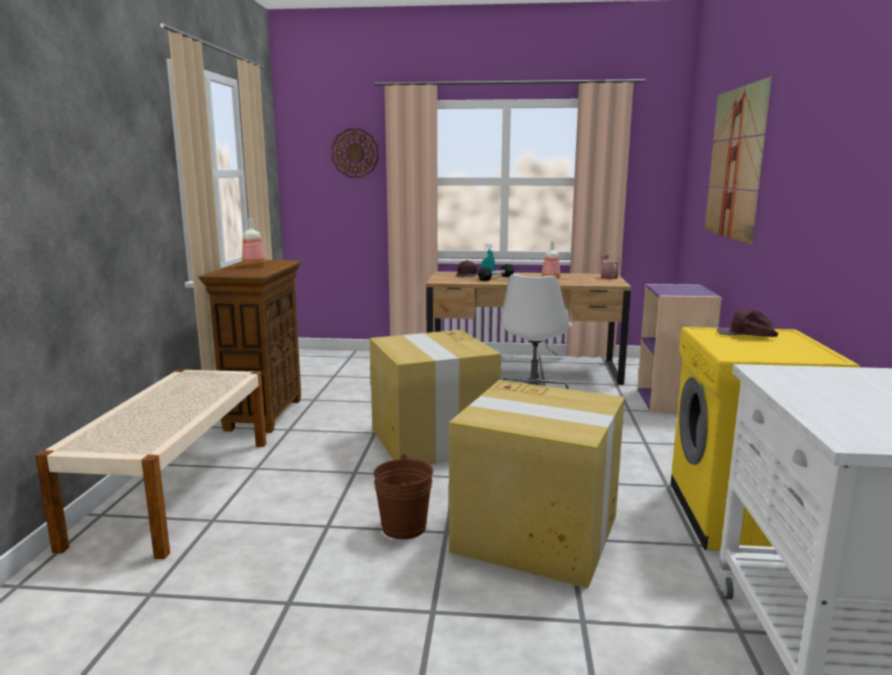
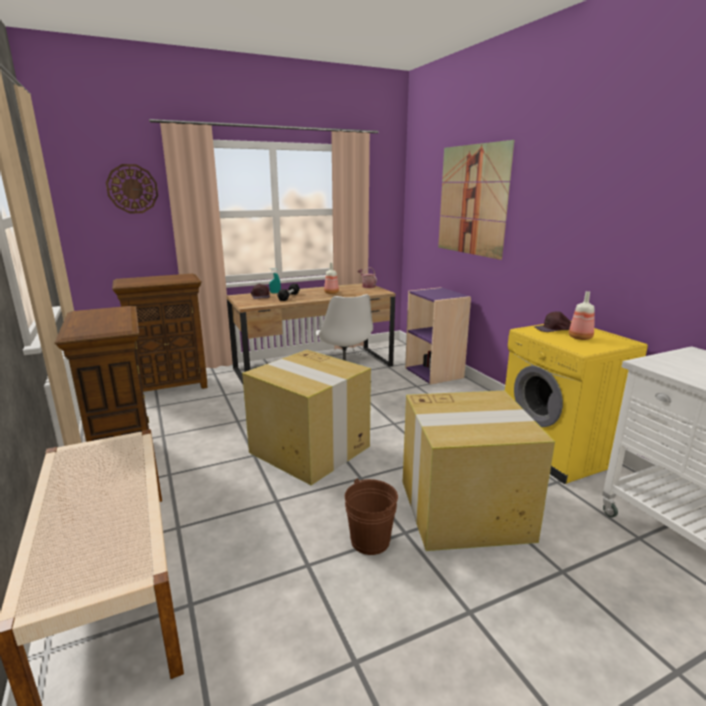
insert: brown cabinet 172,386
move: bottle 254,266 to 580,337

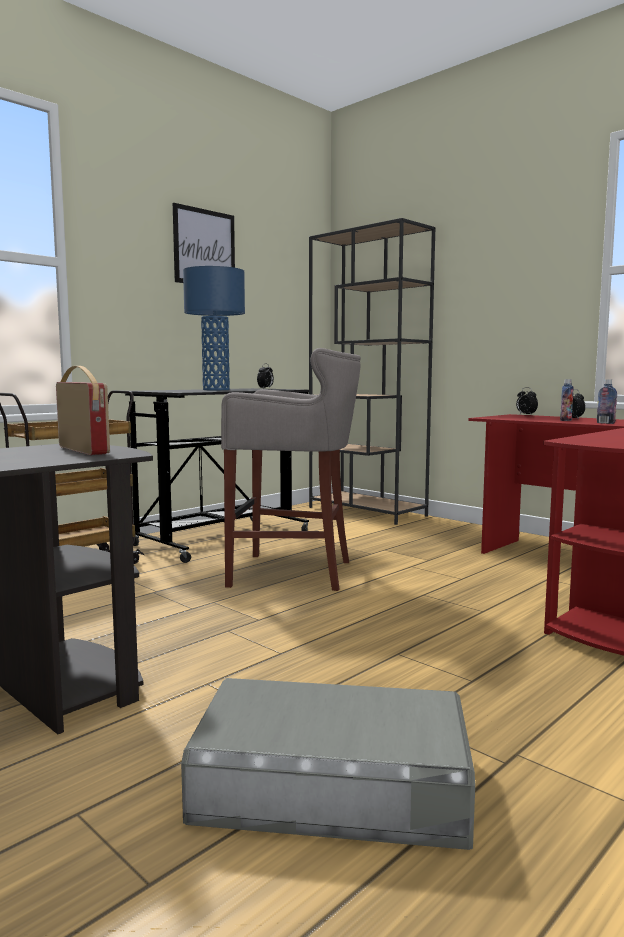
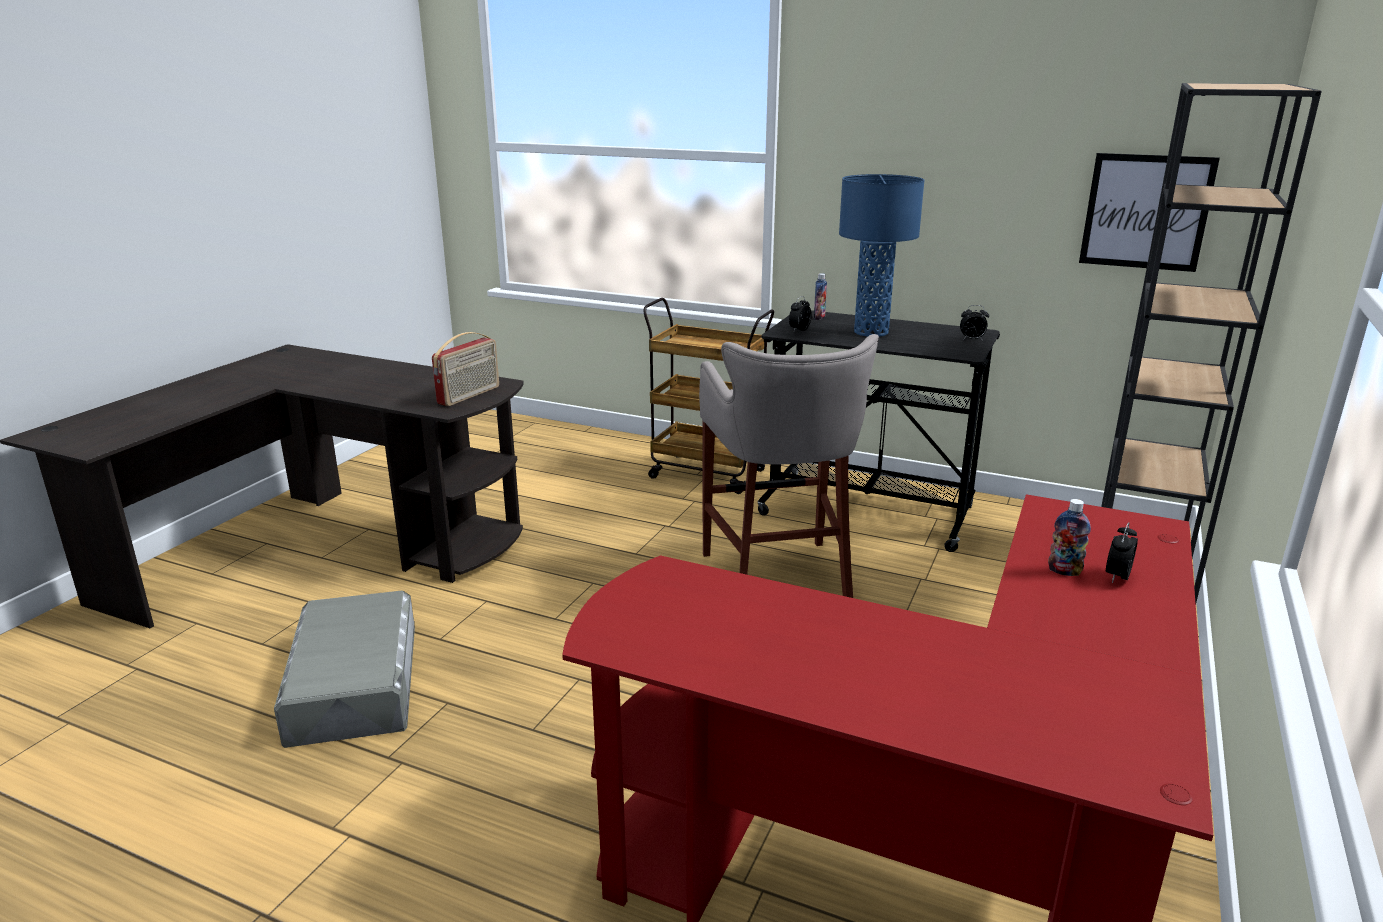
move: alarm clock 525,415 to 799,330; bottle 605,423 to 819,318; picture 204,248 to 1146,212

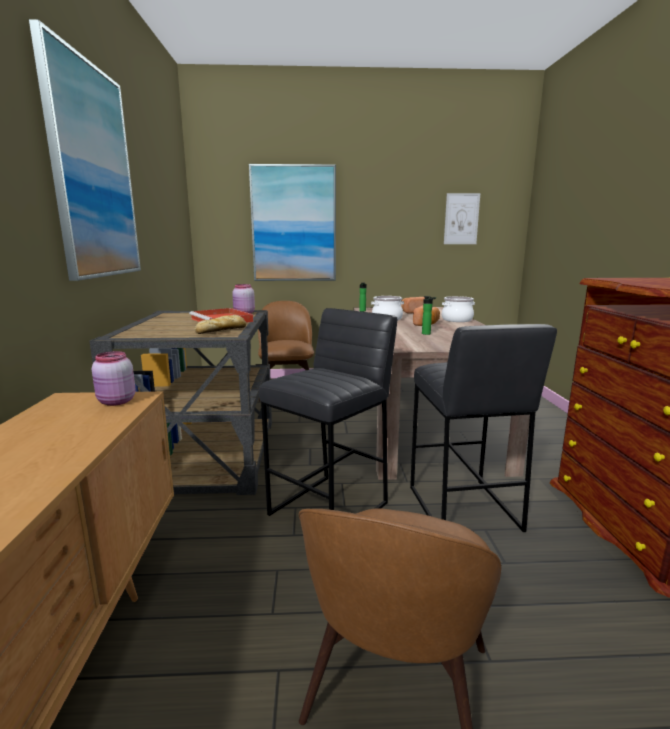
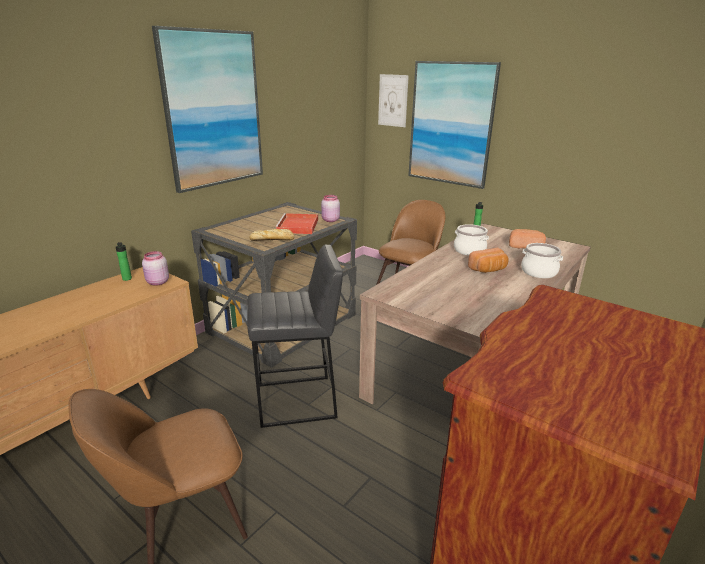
delete: grey stool 464,509
move: bottle 427,334 to 127,279; picture 461,219 to 393,100

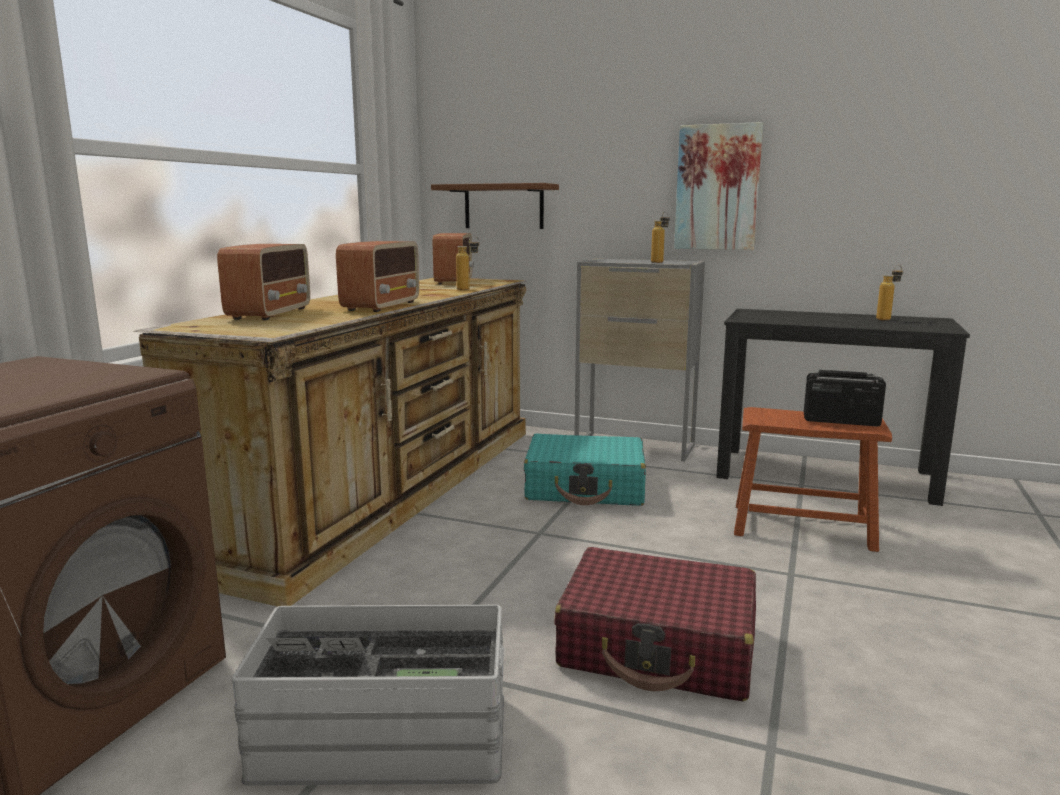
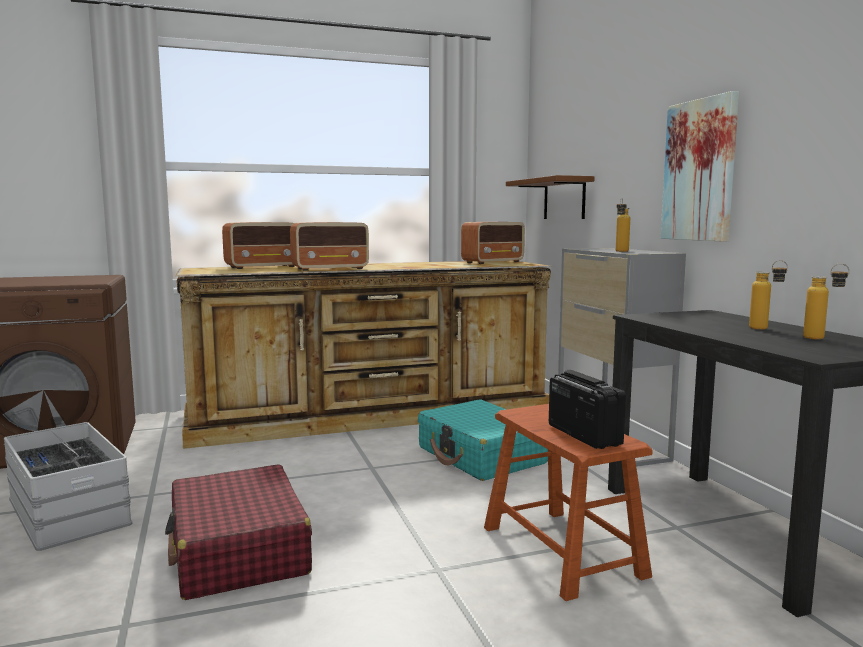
move: bottle 468,289 to 765,329

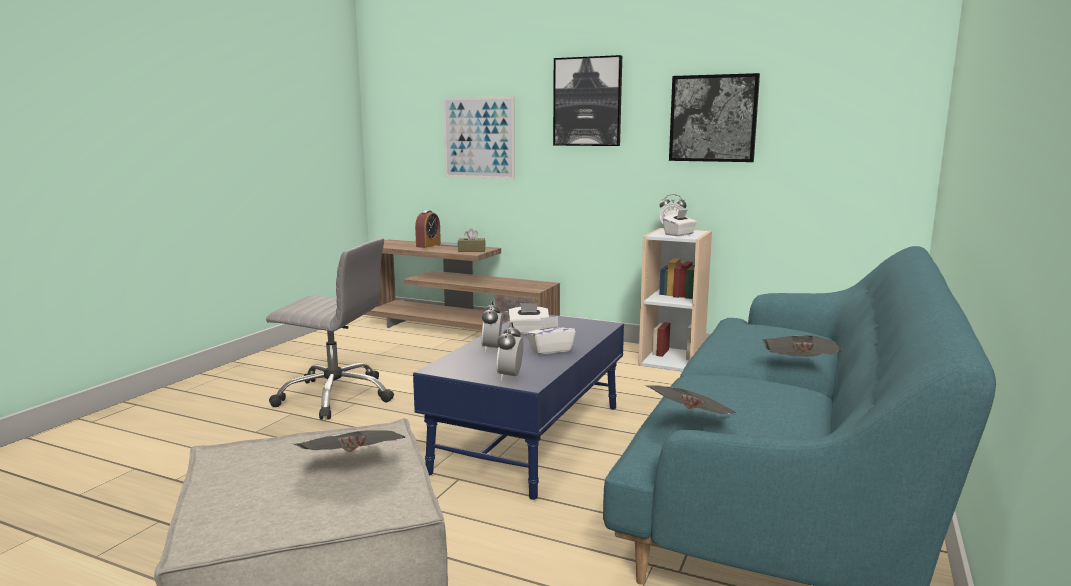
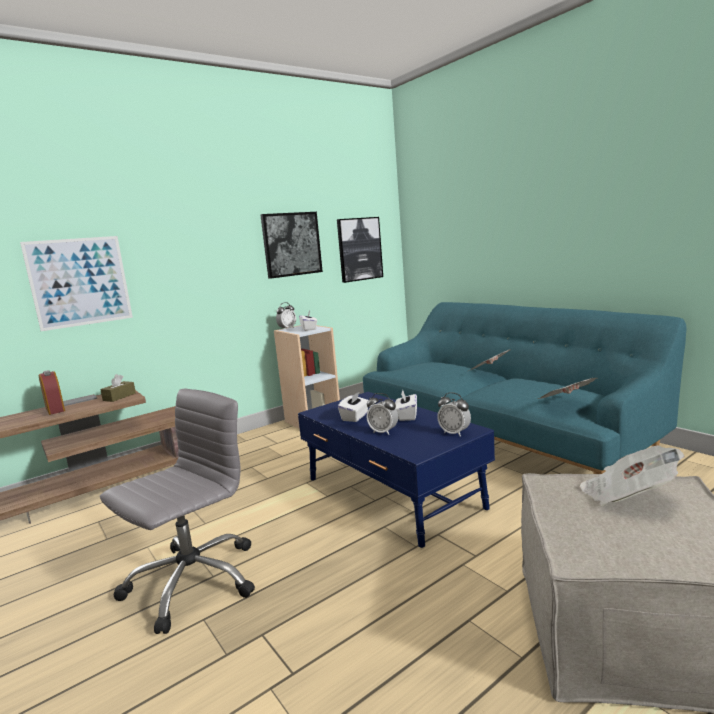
move: picture 587,102 to 359,249

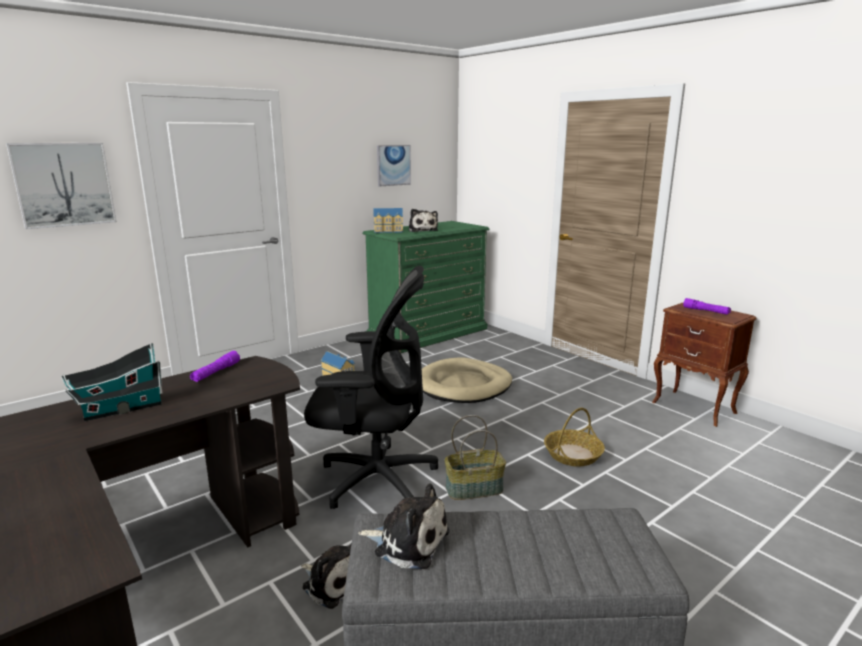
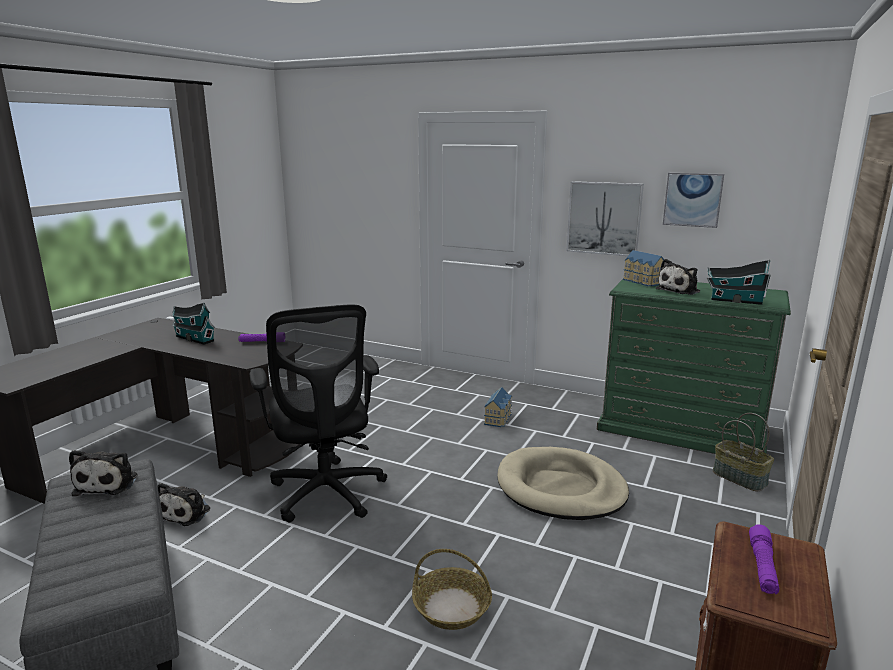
insert: toy house 734,300
move: picture 64,184 to 604,218; basket 474,488 to 740,478

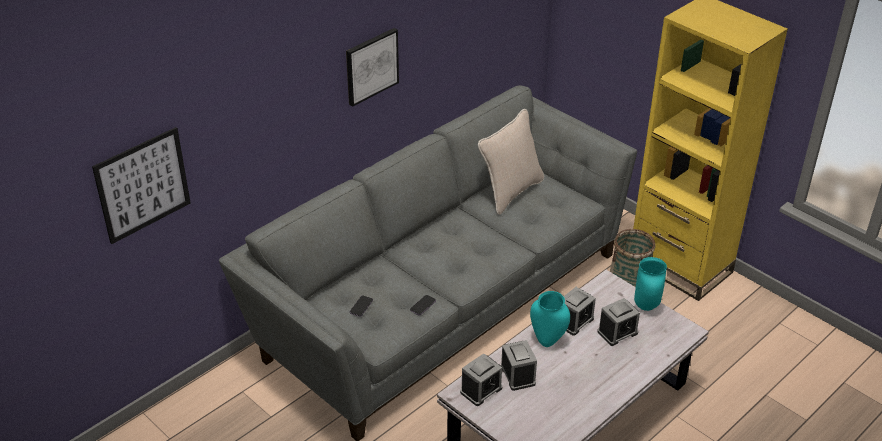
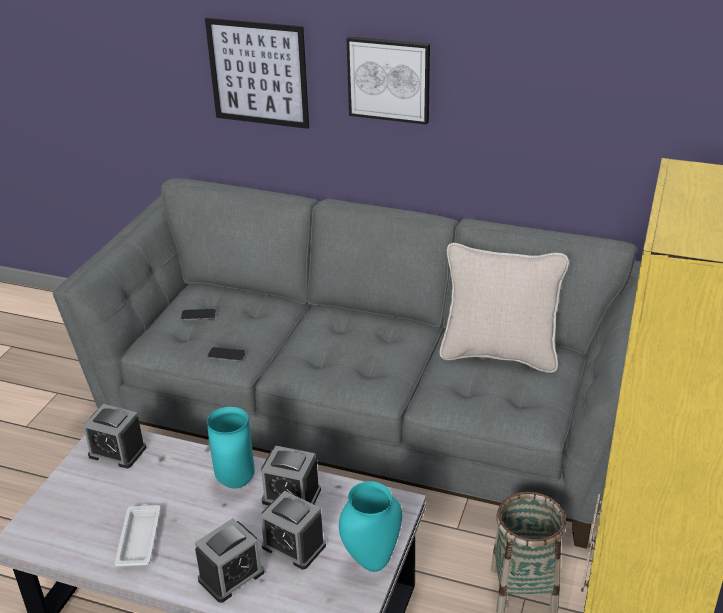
insert: white tray 139,538
move: alarm clock 518,375 to 231,576; picture 143,185 to 258,73

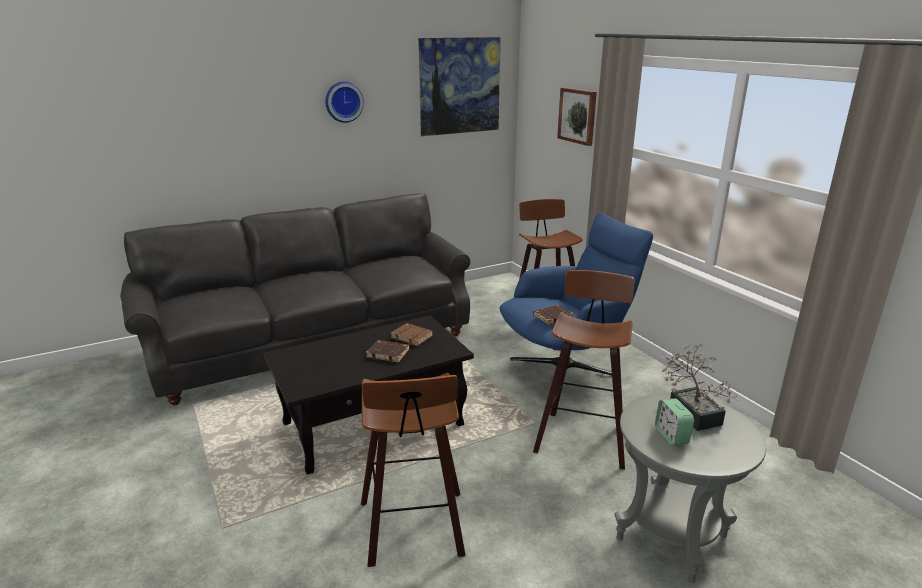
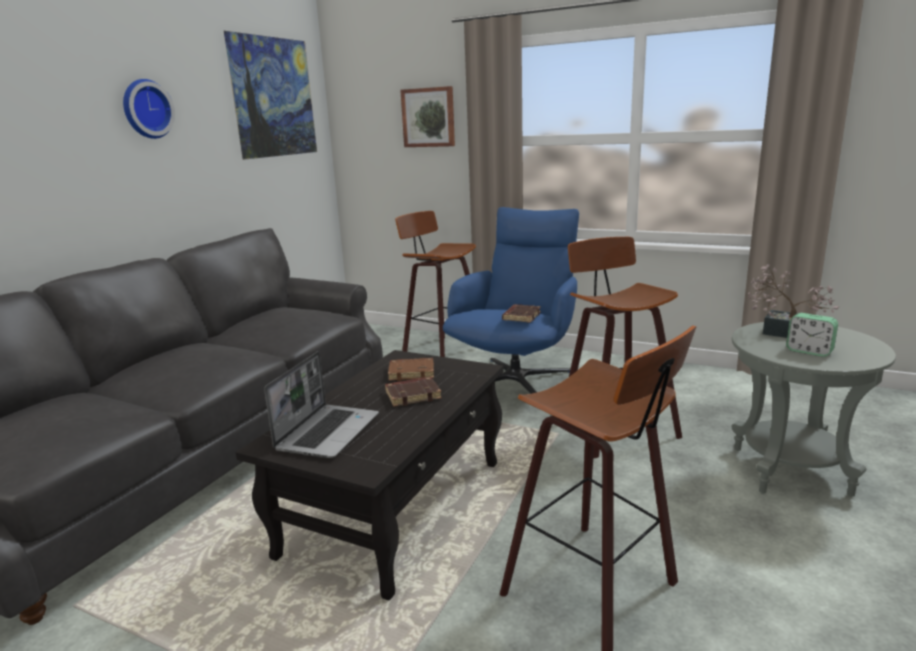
insert: laptop 328,432

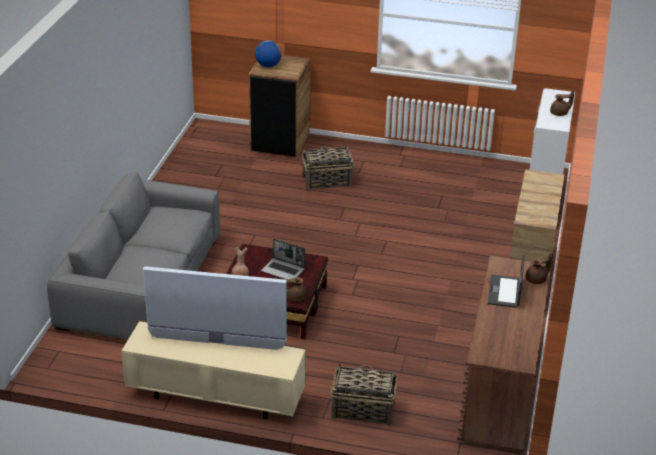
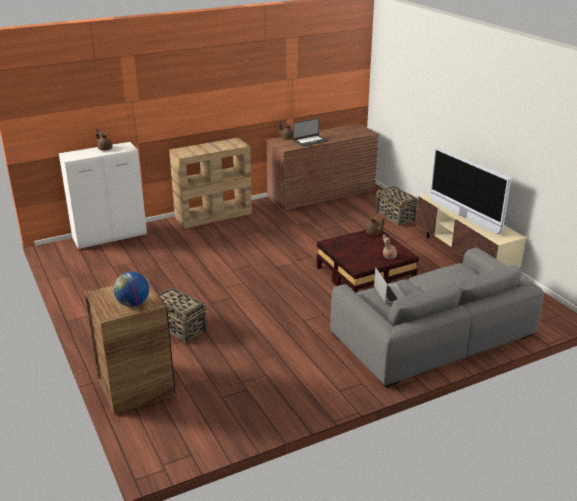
move: laptop 283,270 to 389,294

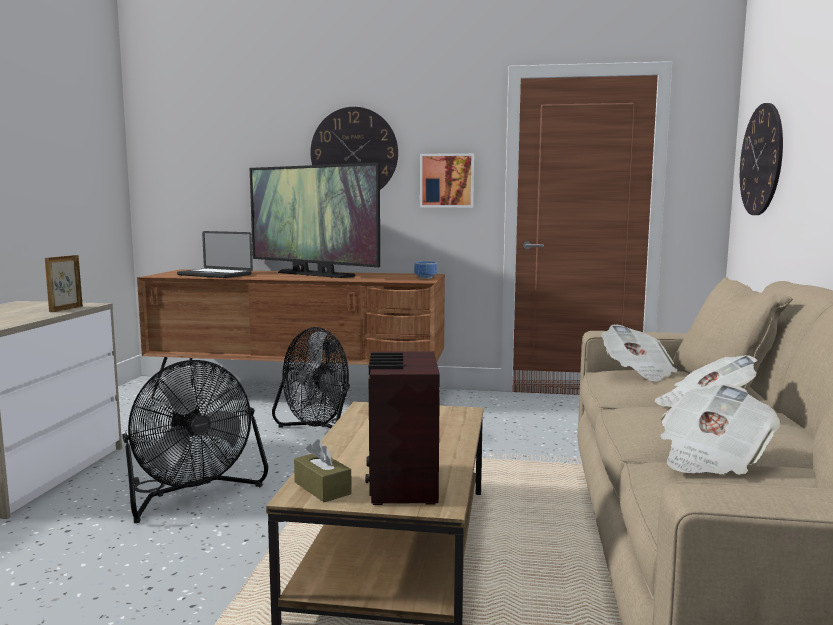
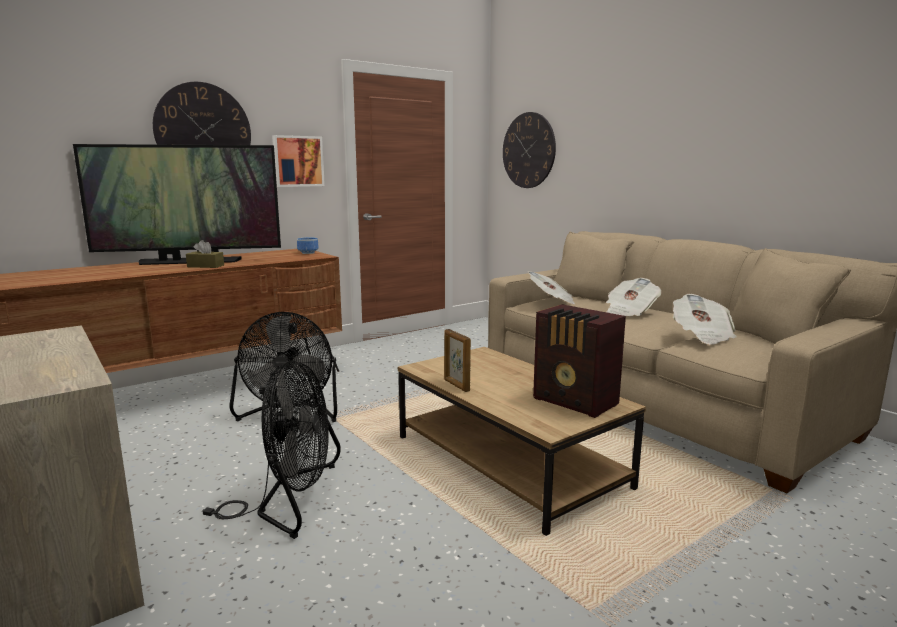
delete: laptop 215,275
move: brown tissue box 322,488 to 205,266; picture frame 65,309 to 456,385

